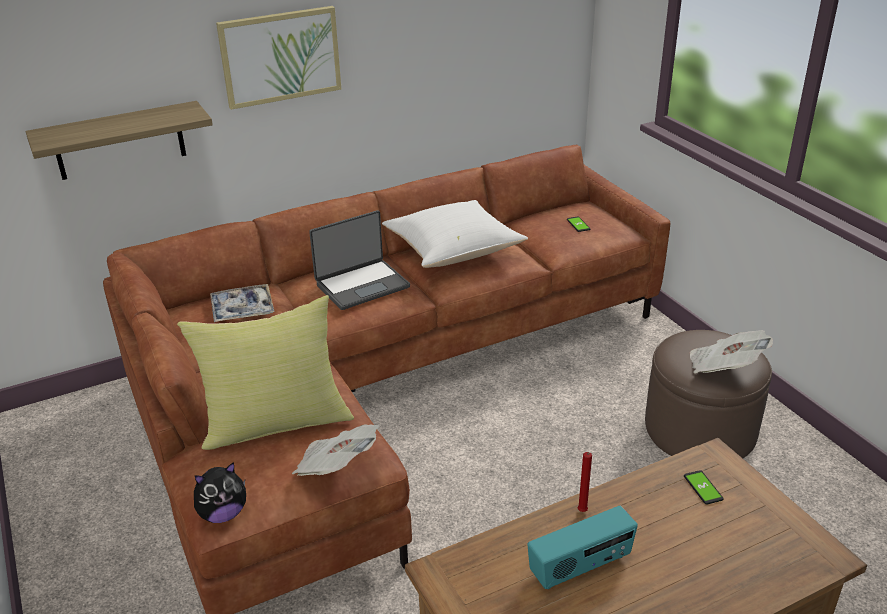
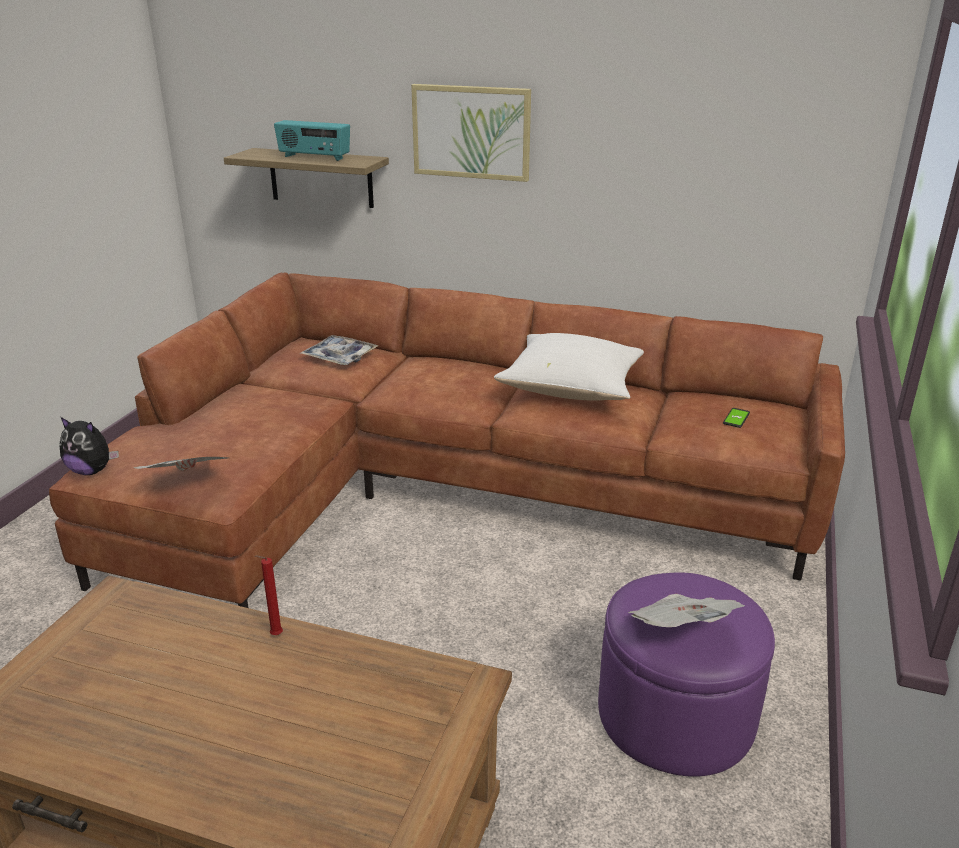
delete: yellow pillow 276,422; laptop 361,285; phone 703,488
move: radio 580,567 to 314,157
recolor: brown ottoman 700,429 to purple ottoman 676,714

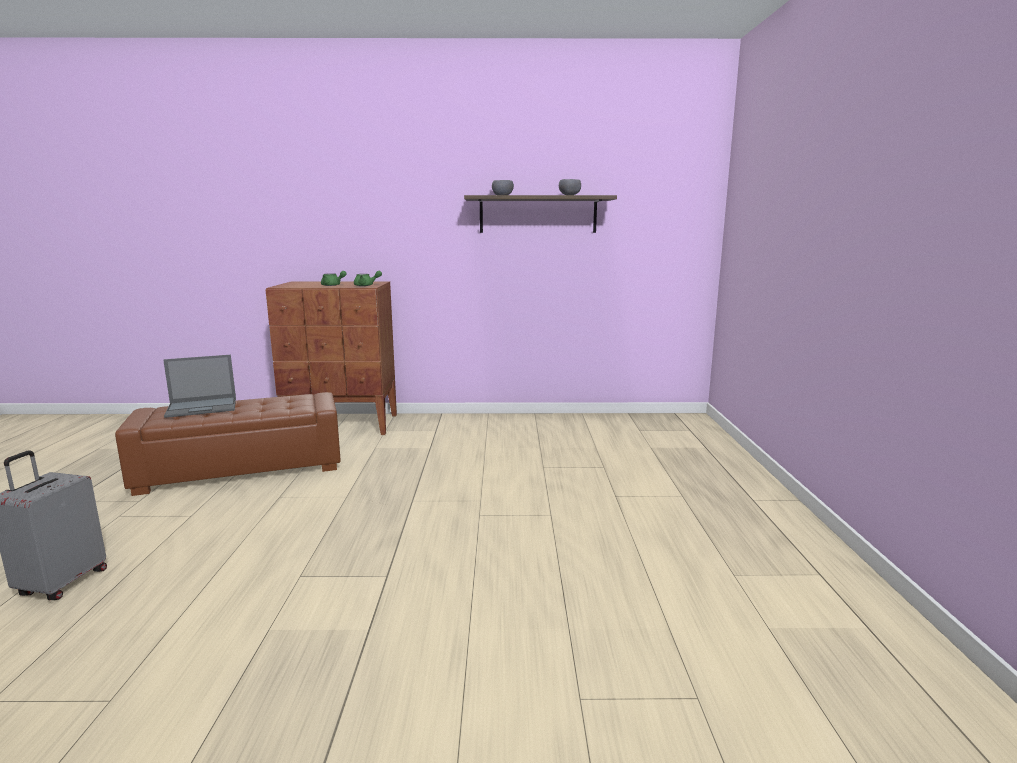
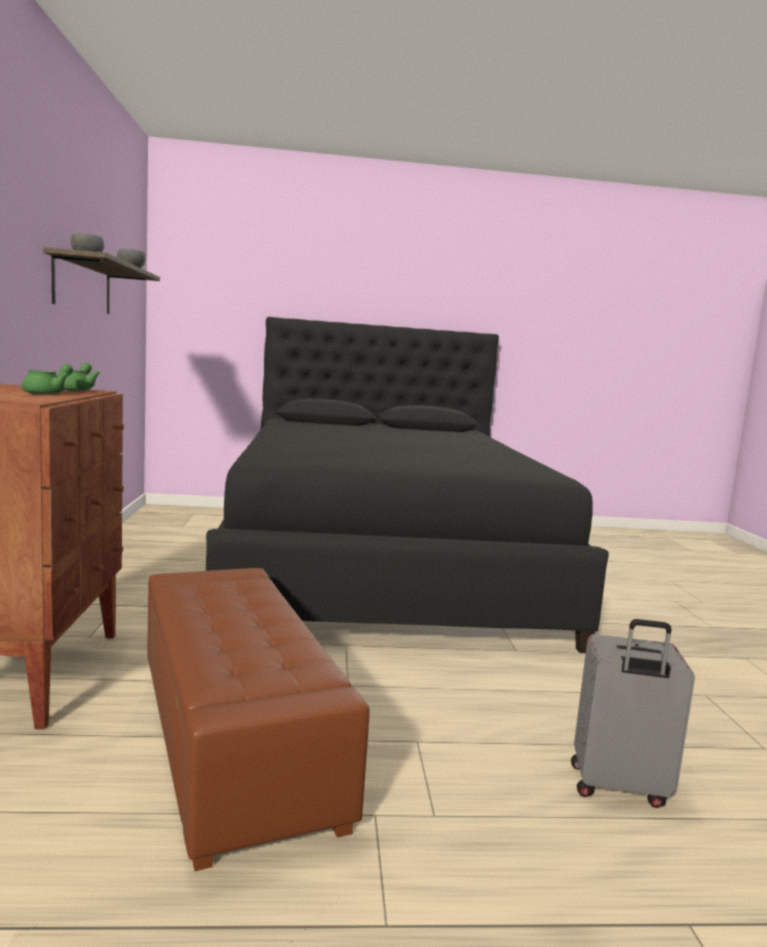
delete: laptop 203,407
insert: black bed 383,563

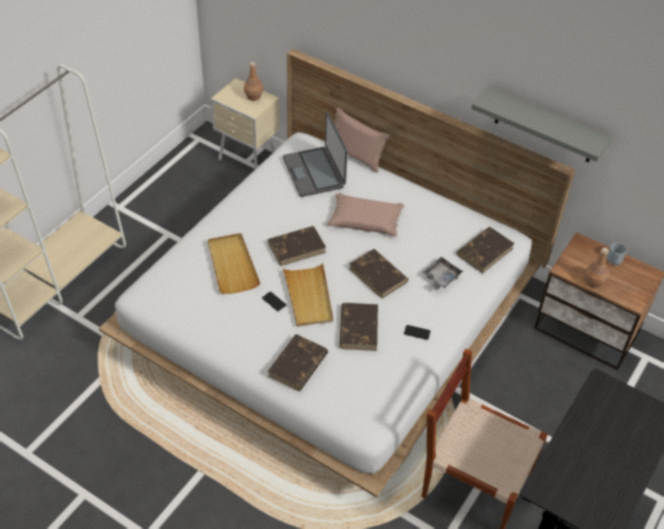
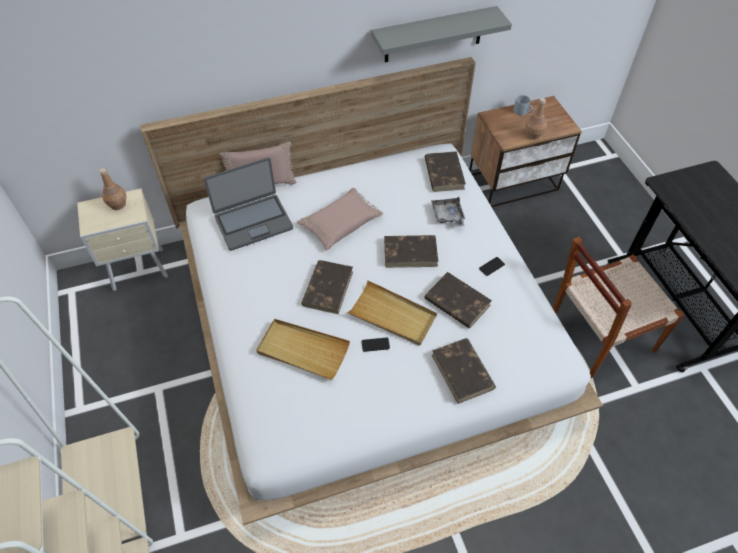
rotate: laptop 314,172 = 253,222 45 degrees counterclockwise

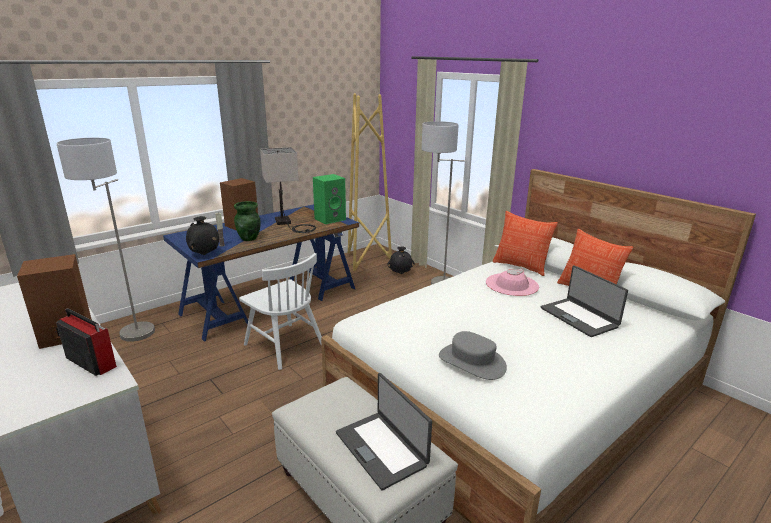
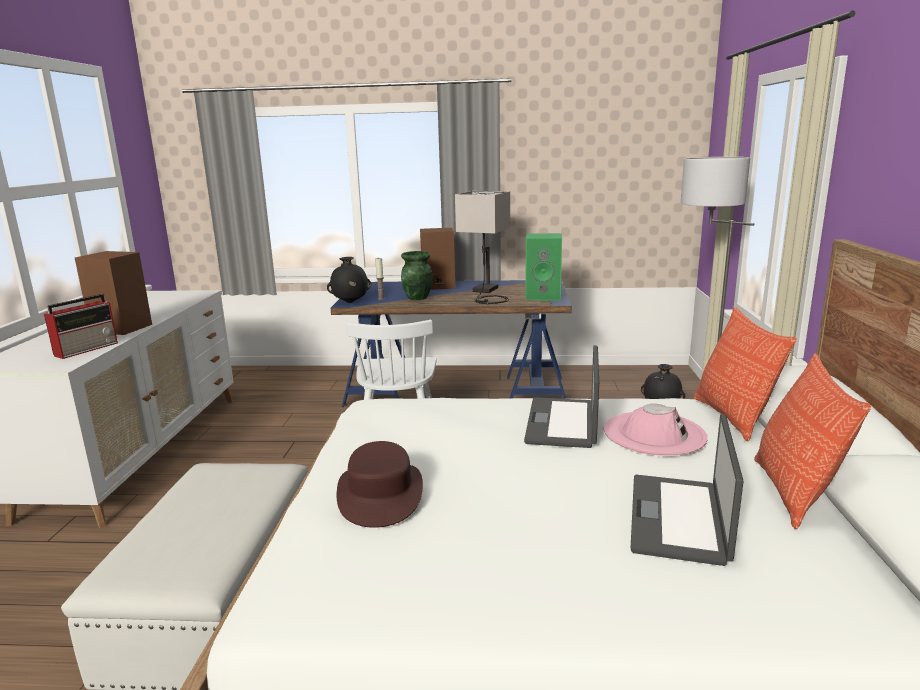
delete: grey floor lamp 131,338; yellow clothes rack 364,260
move: laptop 382,448 to 563,423
recolor: grey hat 472,362 to brown hat 380,494
rotate: radio 90,361 = 87,349 45 degrees clockwise

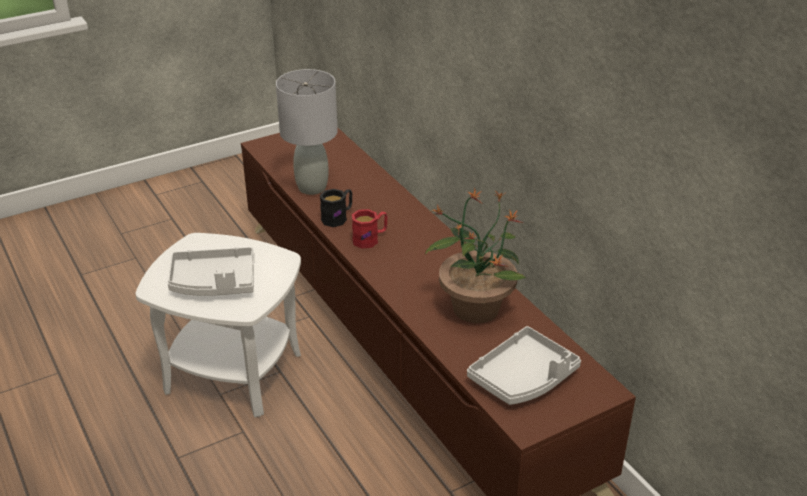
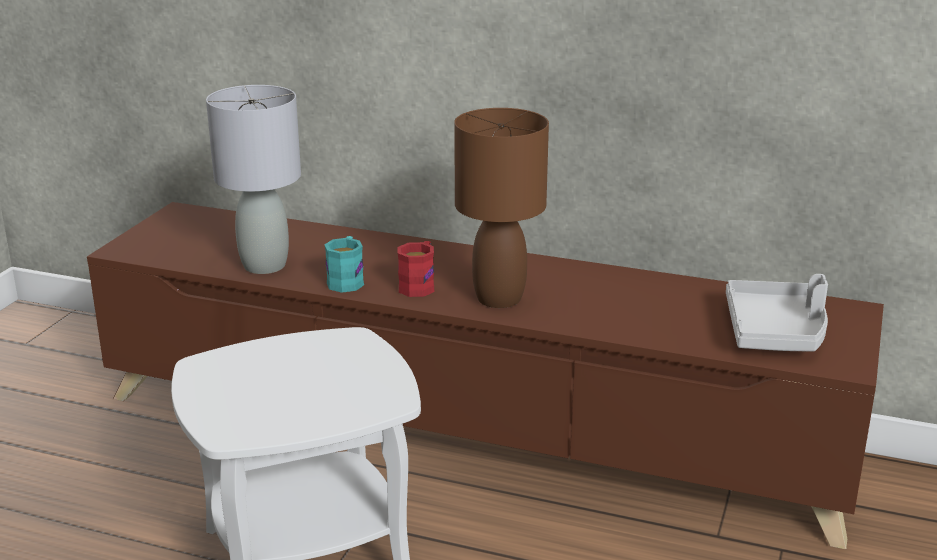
delete: grey tray 214,283; potted plant 475,307
insert: brown table lamp 499,298
recolor: black mug 338,217 to turquoise mug 347,280

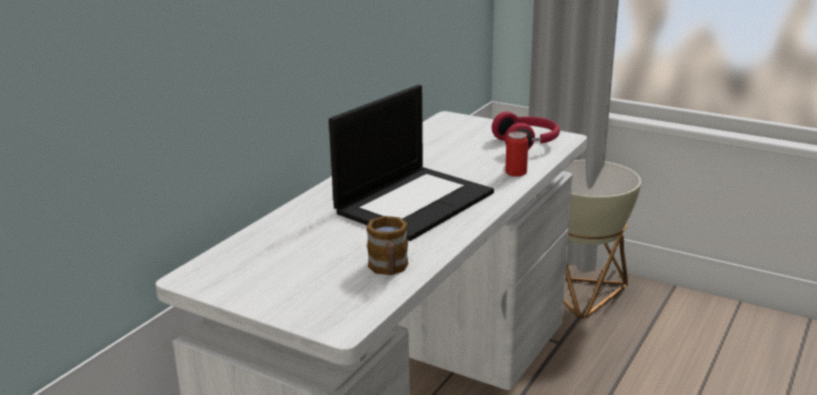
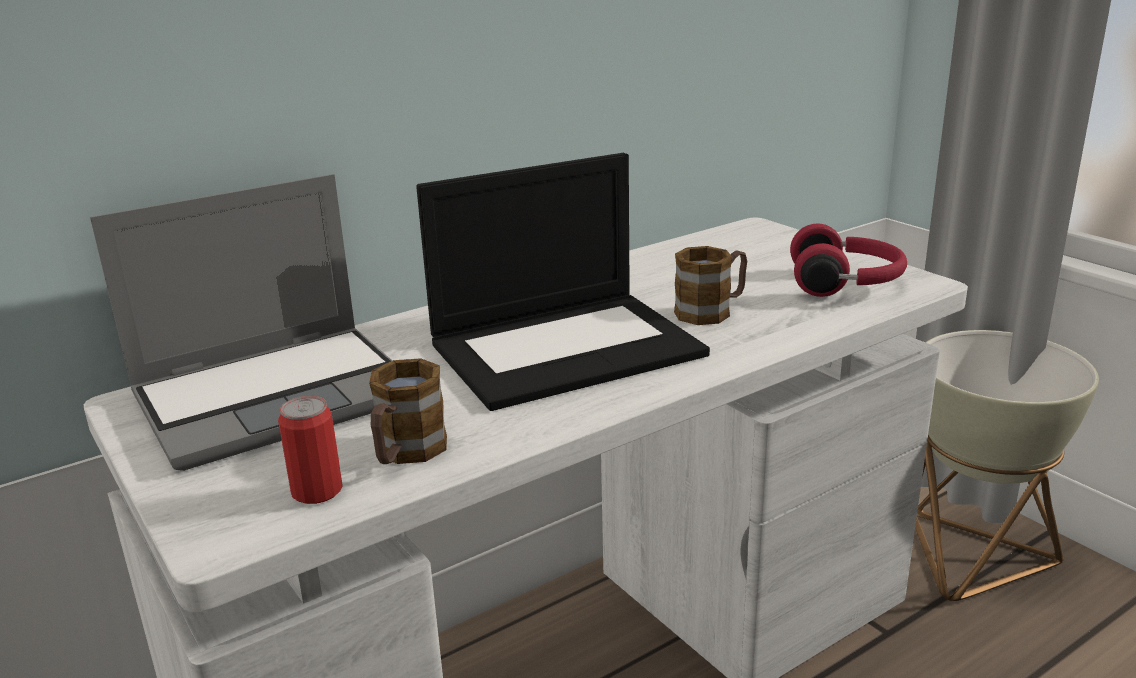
insert: laptop 278,396; mug 712,311
move: can 516,172 to 317,491

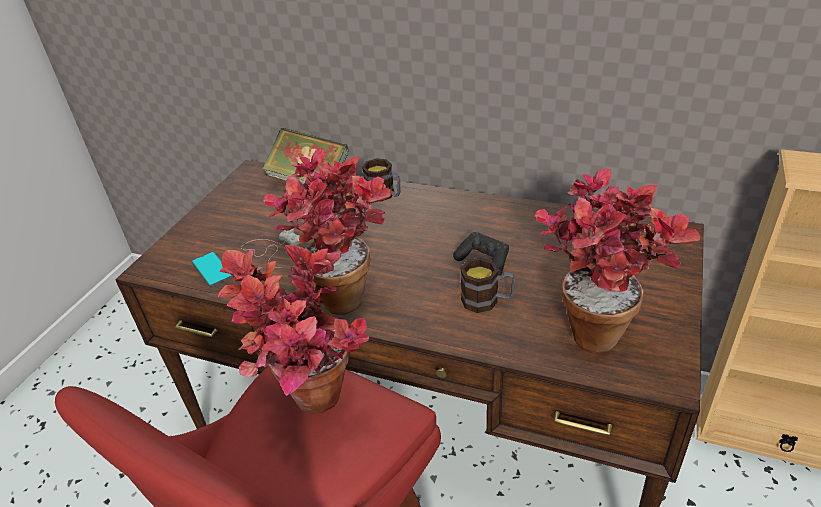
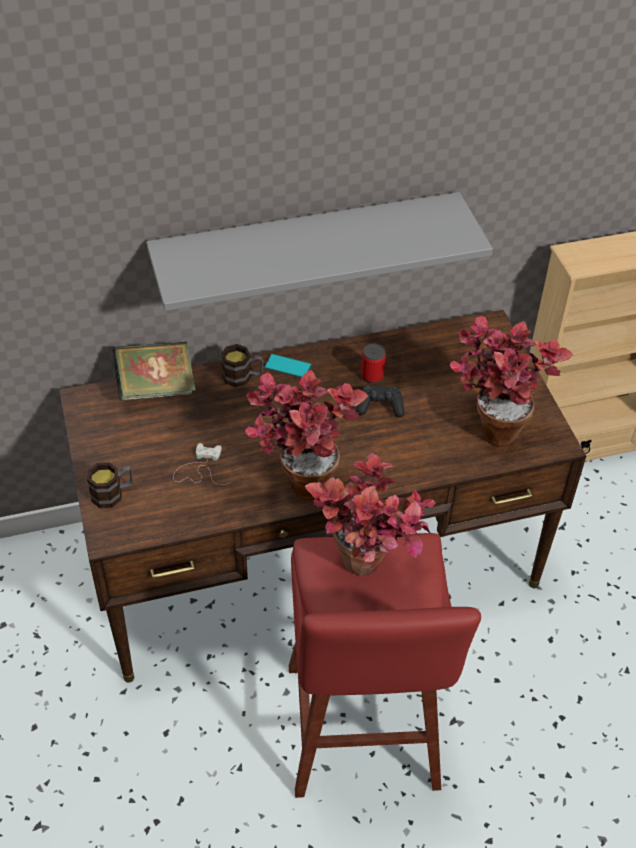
insert: grey shelf 306,245; can 372,376
move: mug 487,301 to 113,493; phone 212,270 to 288,367

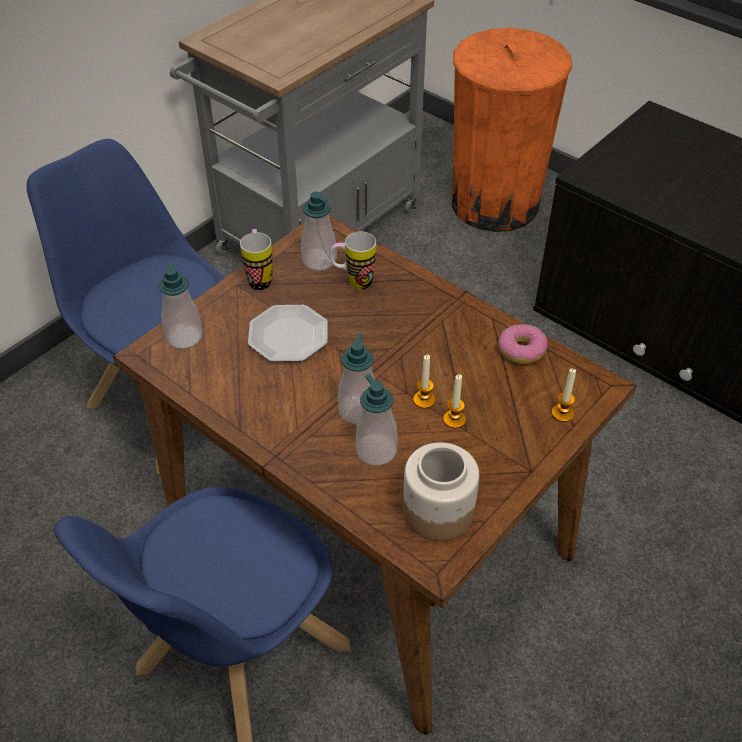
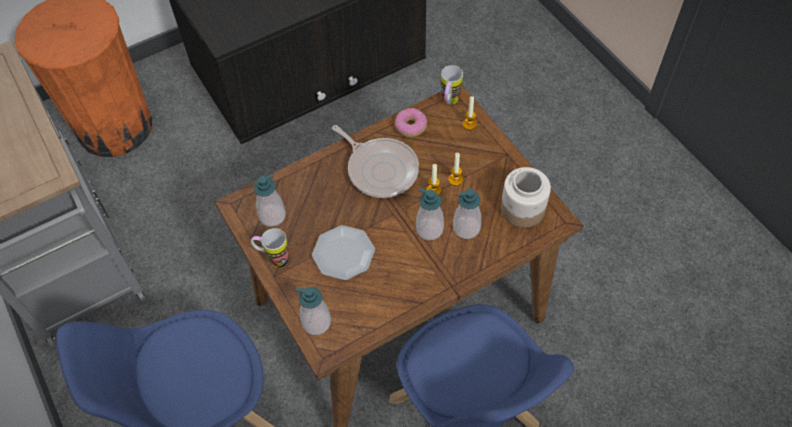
insert: frying pan 380,169
move: mug 353,282 to 449,102

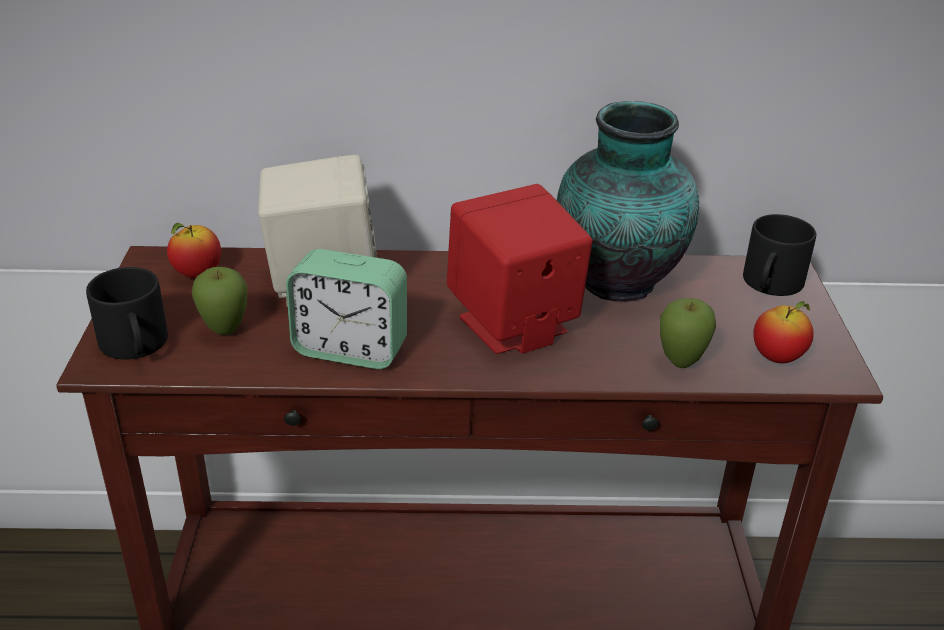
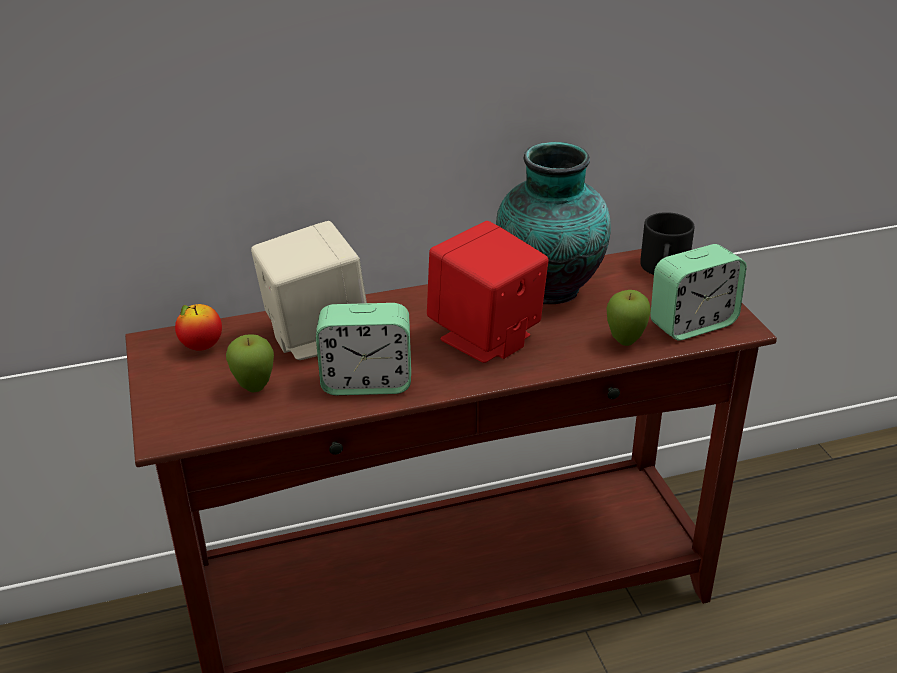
delete: black mug 137,346
replace: apple 777,358 to alarm clock 692,324

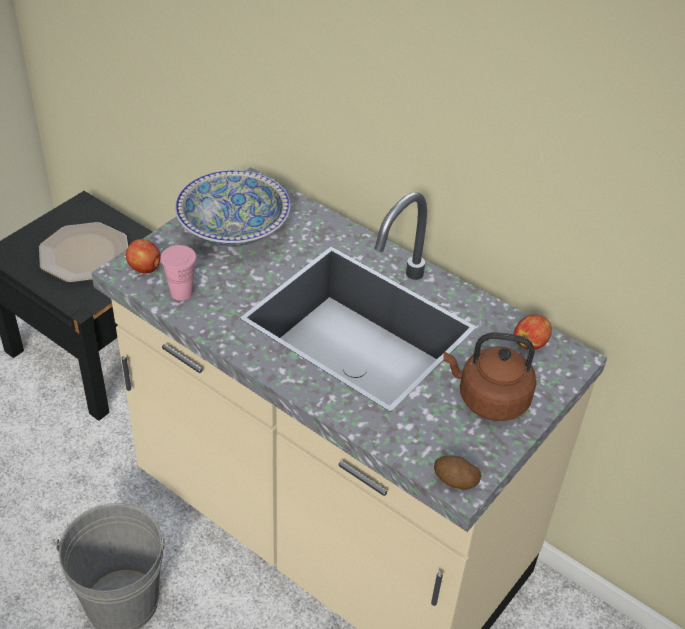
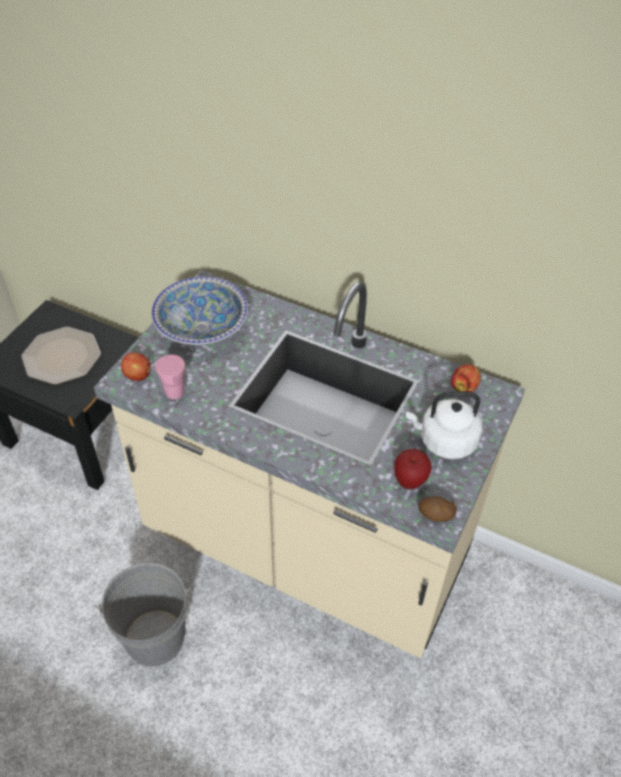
insert: apple 409,481
recolor: brown kettle 489,399 to white kettle 444,441

